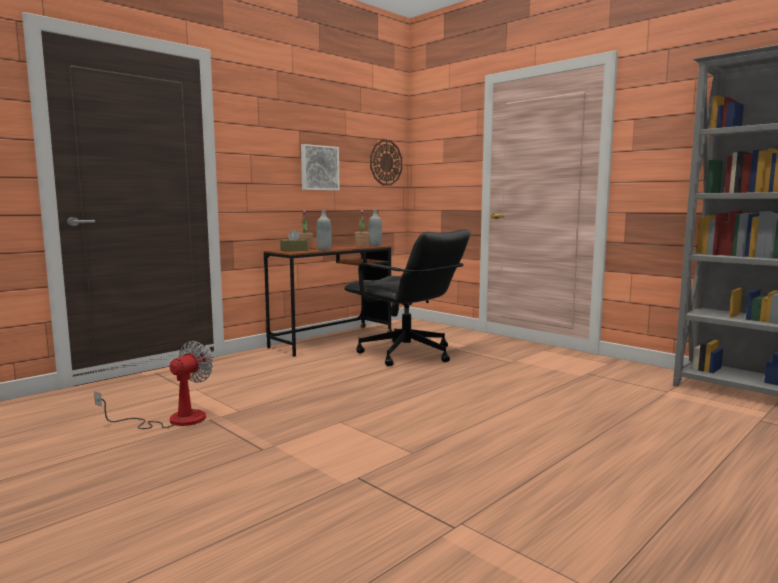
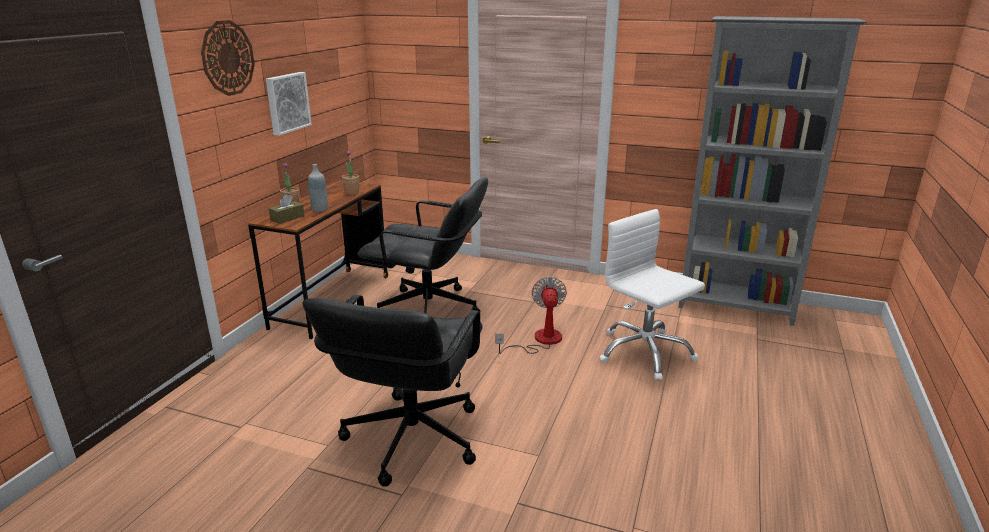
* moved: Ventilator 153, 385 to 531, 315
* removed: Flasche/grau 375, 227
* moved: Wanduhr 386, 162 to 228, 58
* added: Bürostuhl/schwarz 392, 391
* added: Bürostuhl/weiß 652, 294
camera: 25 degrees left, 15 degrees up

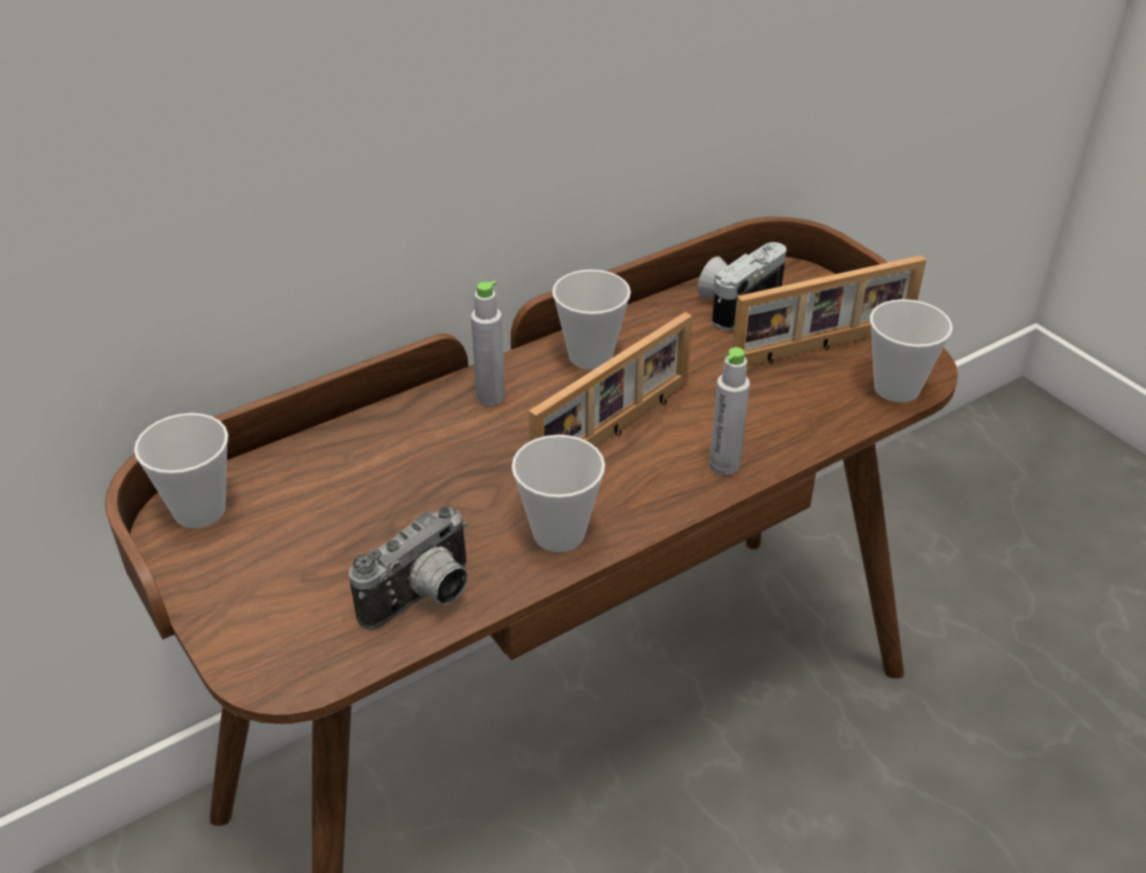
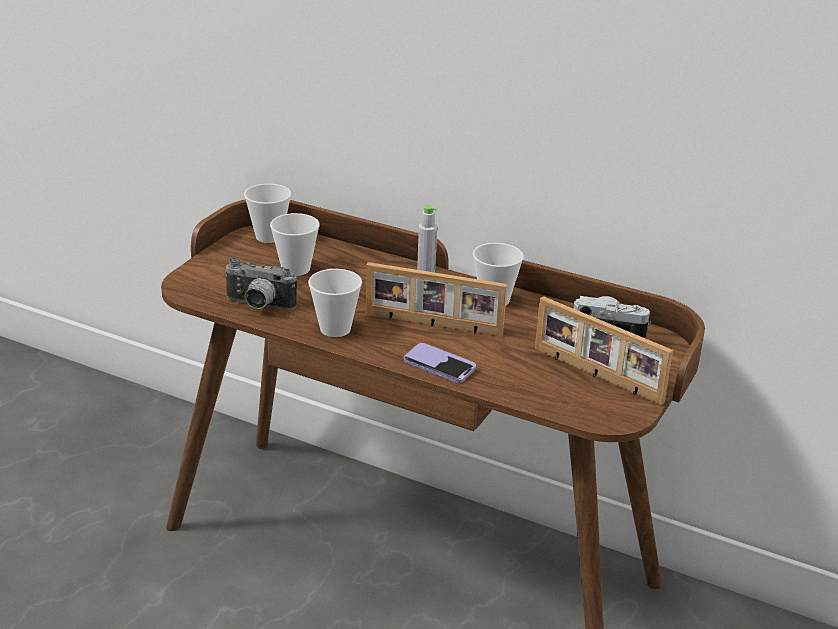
* replaced: Flasche/grau 729, 411 to Handy 440, 363
* moved: Tasse 911, 351 to 295, 244
camera: 60 degrees right, 10 degrees down

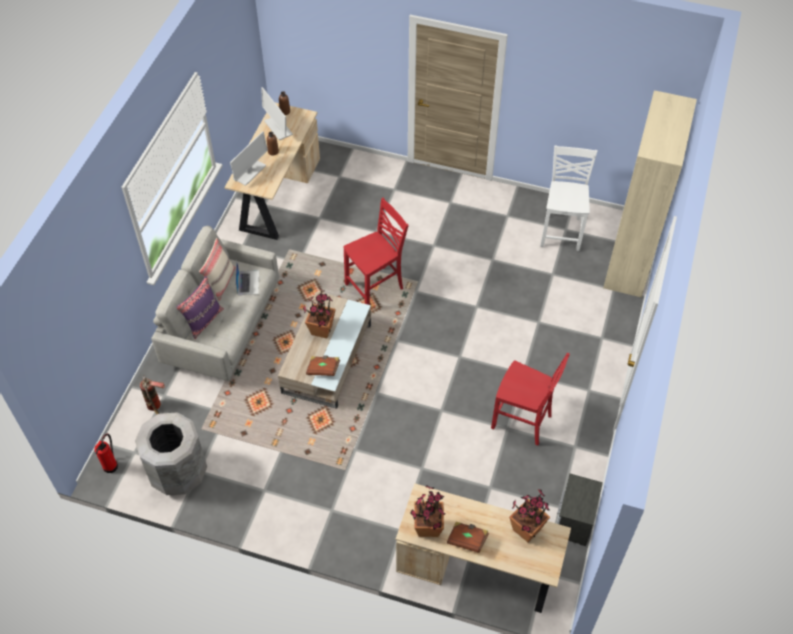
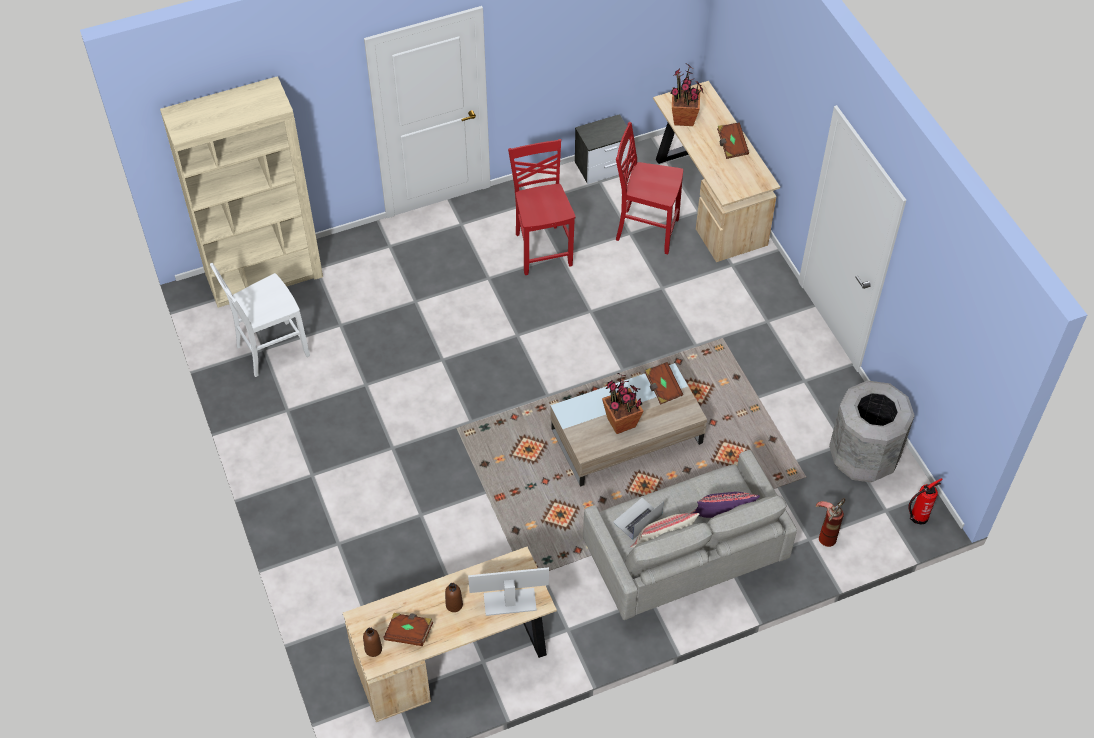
* replaced: Monitor 277, 113 to Buch/braun 408, 629
* moved: Stuhl/rot 376, 251 to 649, 188
* removed: Topfpflanze 427, 511
camera: 130 degrees left, 0 degrees up

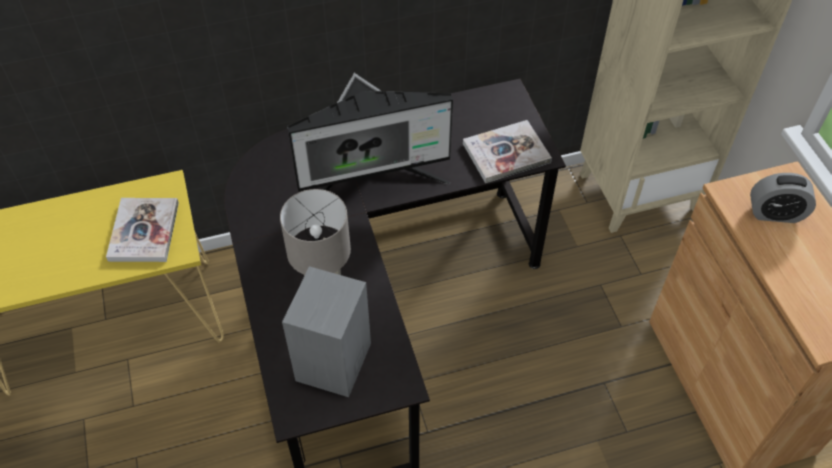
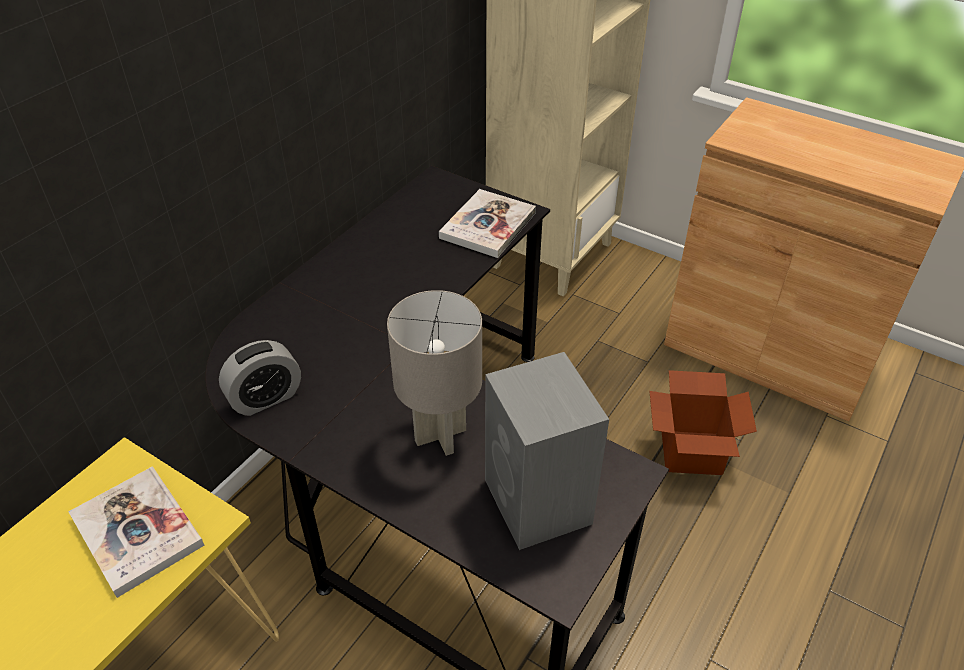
* removed: Monitor 370, 132
* moved: Wecker 783, 198 to 260, 378
* added: Karton 703, 422
camera: 40 degrees left, 10 degrees down

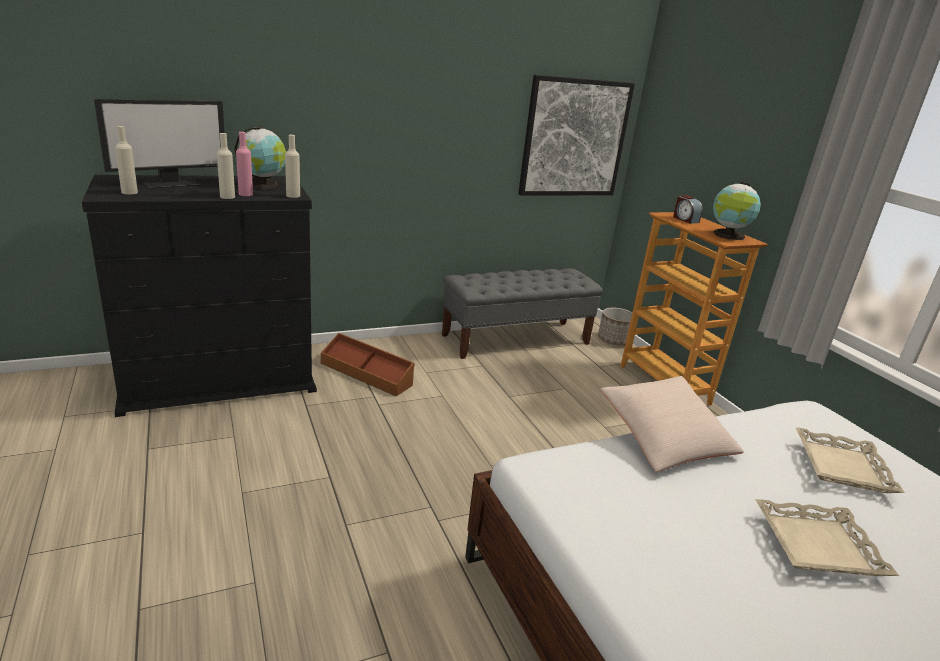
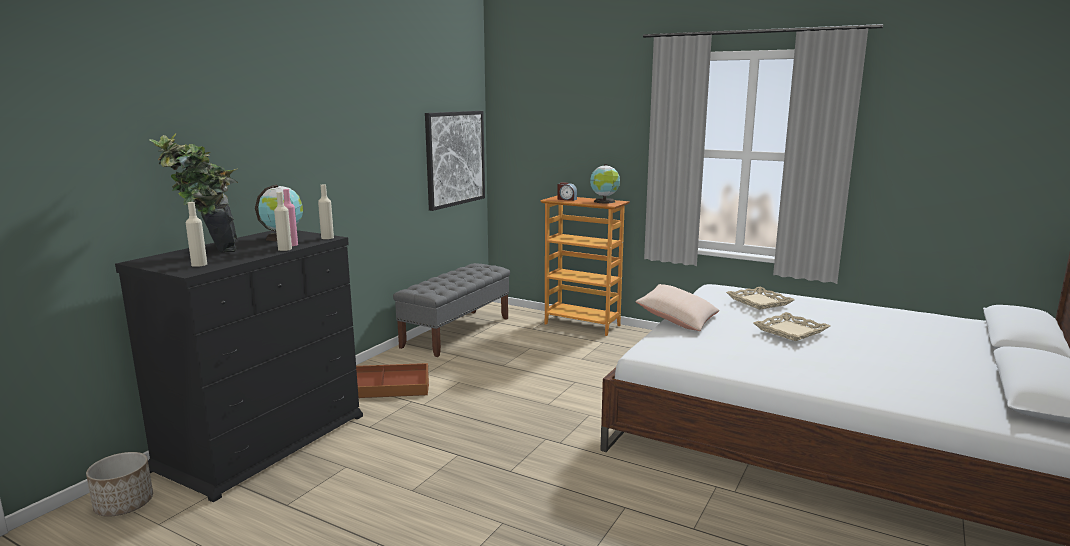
* replaced: Monitor 159, 144 to Topfpflanze 193, 192
* moved: Pflanzkübel 615, 326 to 119, 484
camera: 35 degrees left, 10 degrees down

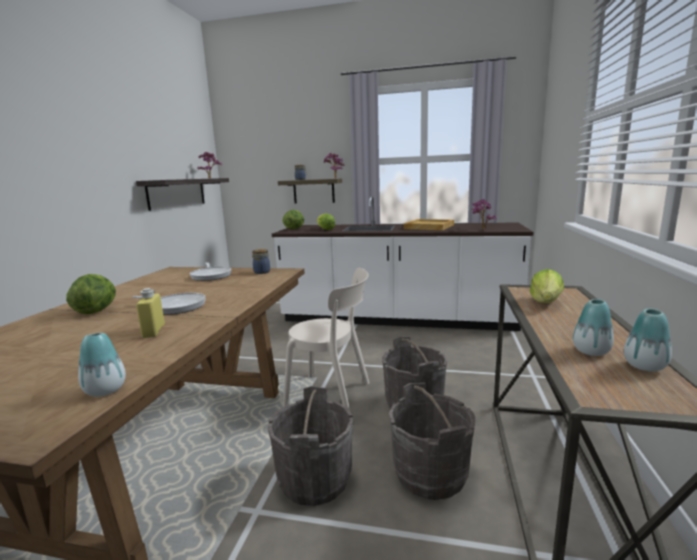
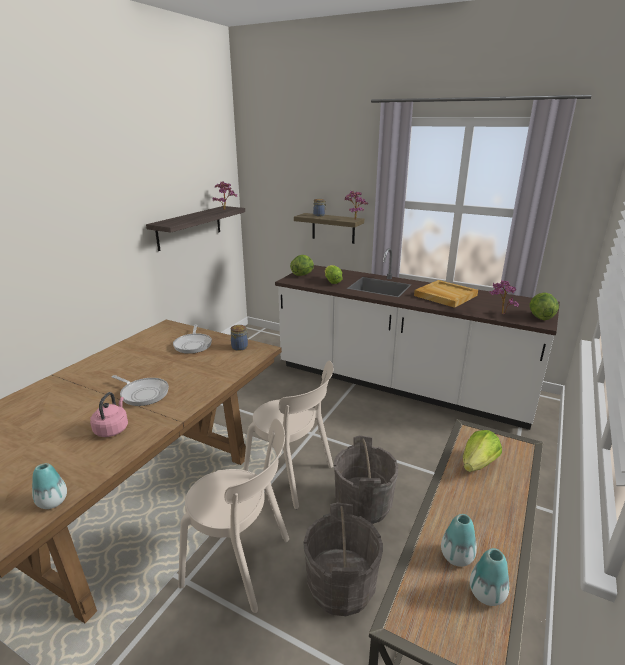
* moved: Salatkopf 91, 294 to 544, 306
* replaced: Flasche/gelb 150, 313 to Wasserkessel/rosa 109, 414
* replaced: Eimer/grau 310, 446 to Stuhl/beige 233, 515
camera: 15 degrees right, 10 degrees up

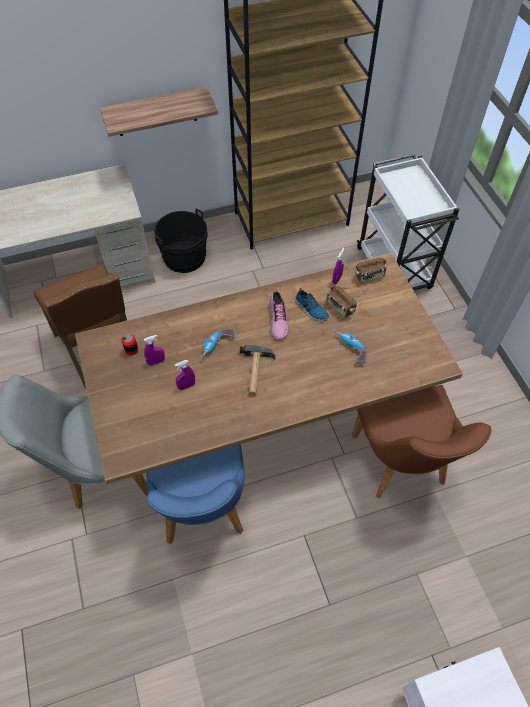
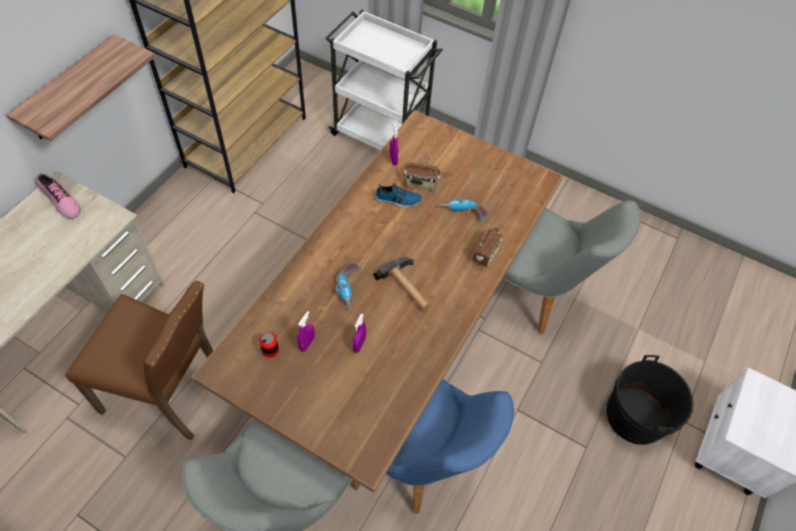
* moved: Eimer/schwarz 181, 240 to 650, 400
* moved: Schuh 279, 315 to 59, 196
* recoloured: Stuhl/braun 421, 442 to Stuhl/grau 572, 267
* moved: Radio 370, 267 to 487, 246
camera: 45 degrees left, 0 degrees up

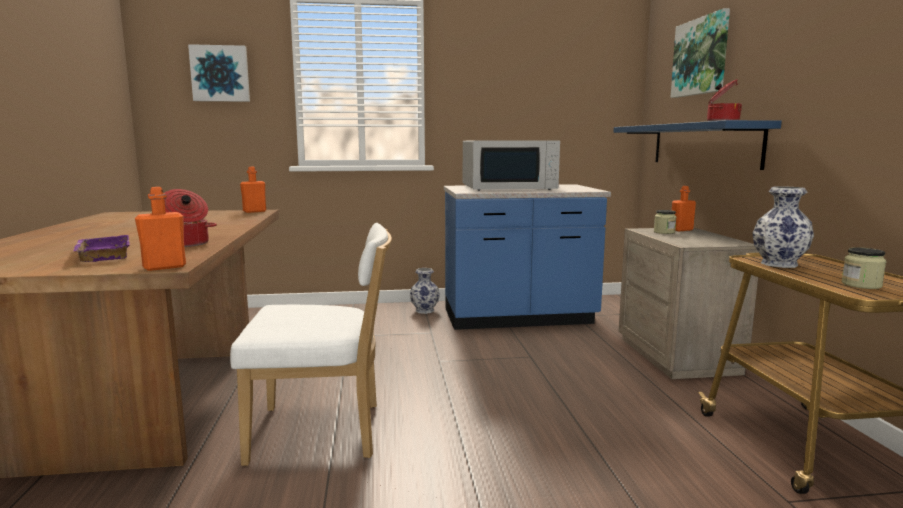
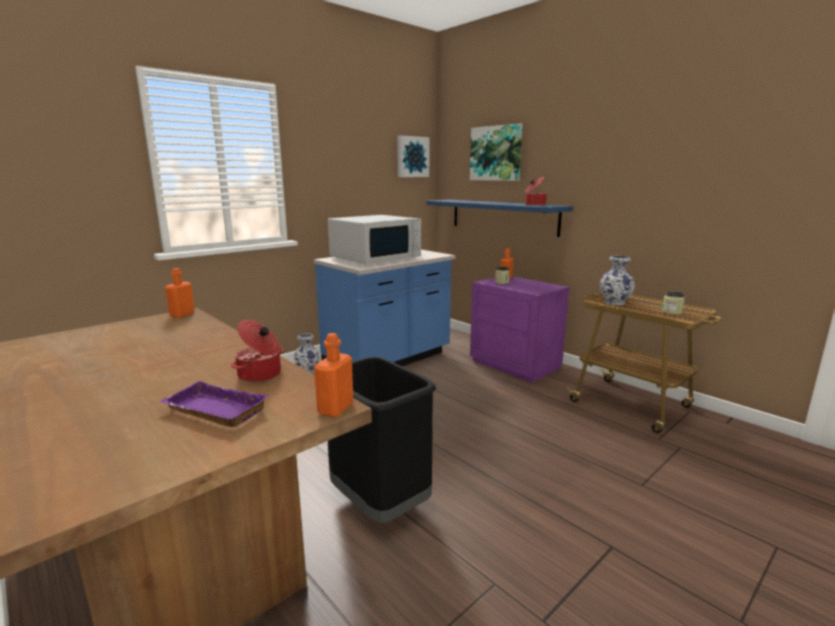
* moved: Bild 219, 73 to 413, 156
* replaced: Stuhl/weiß 311, 344 to Mülleimer/schwarz 382, 439
* recoloured: Nachttisch/beige 689, 303 to Nachttisch/lila 520, 329
camera: 35 degrees left, 5 degrees up

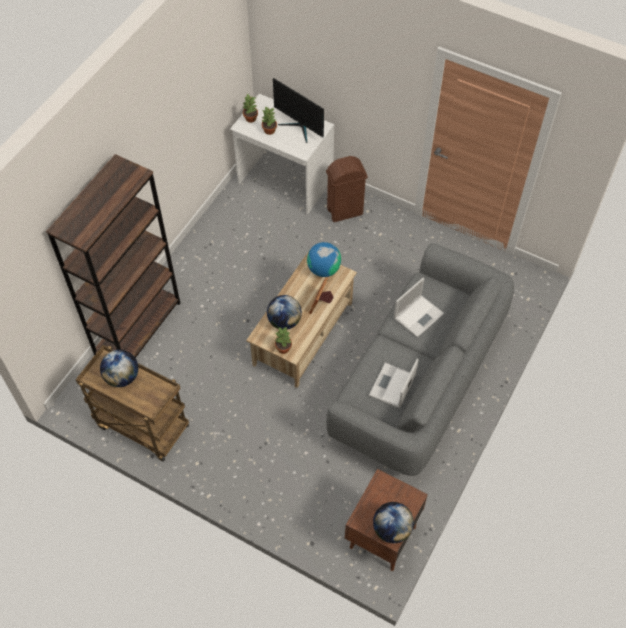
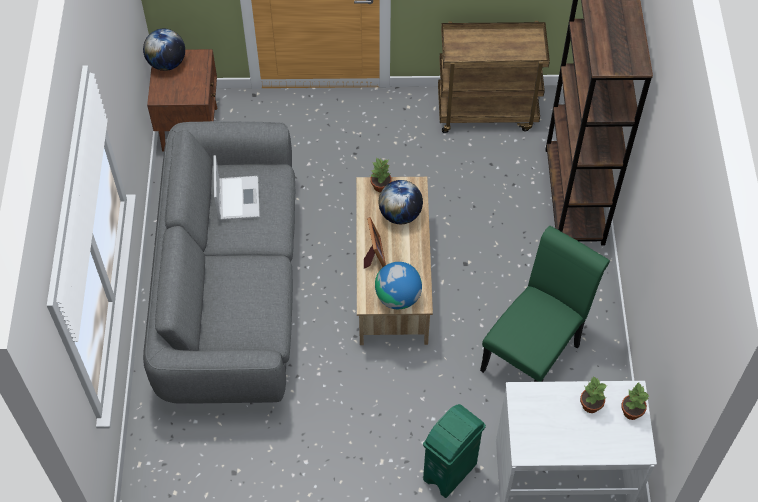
* removed: Globus 119, 368
* removed: Monitor 298, 110
* recoloured: Mülleimer/braun 347, 189 to Mülleimer/grün 454, 451
* removed: Laptop 419, 307
* added: Stuhl/grün 545, 304
camera: 150 degrees right, 0 degrees up

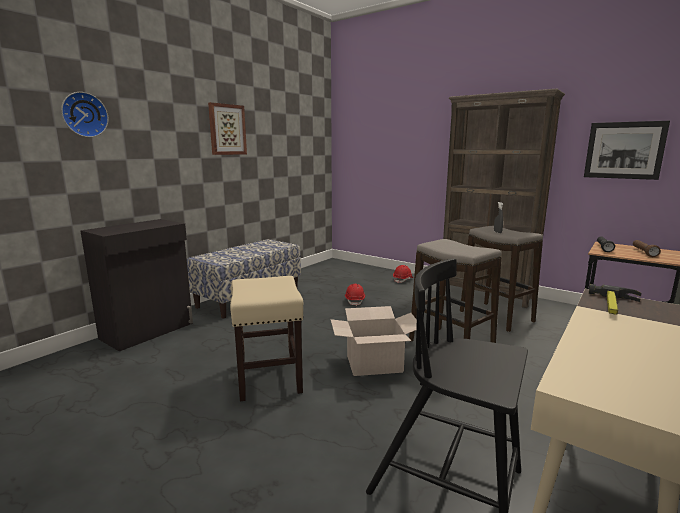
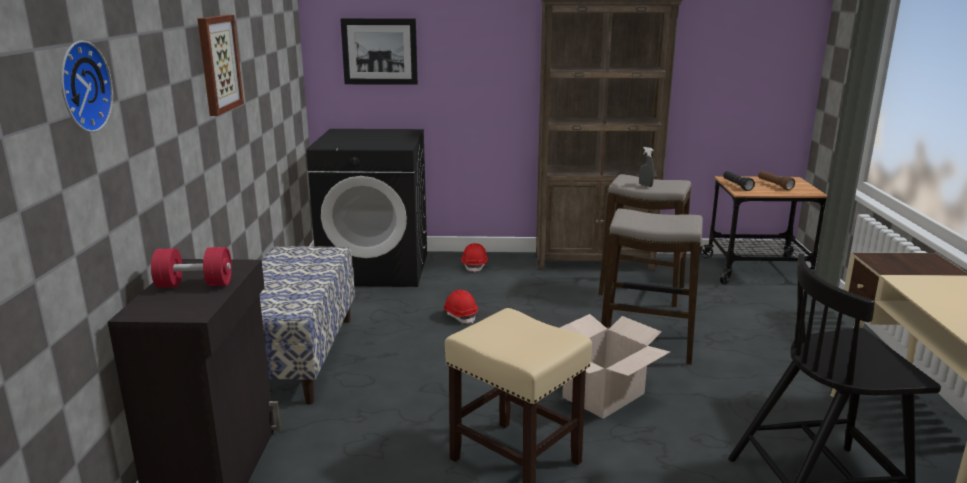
* moved: Bild 627, 150 to 379, 51
* removed: Hammer 615, 299
* added: Hantel/rot 191, 267
* added: Waschmaschine/schwarz 366, 208
camera: 35 degrees left, 5 degrees up

